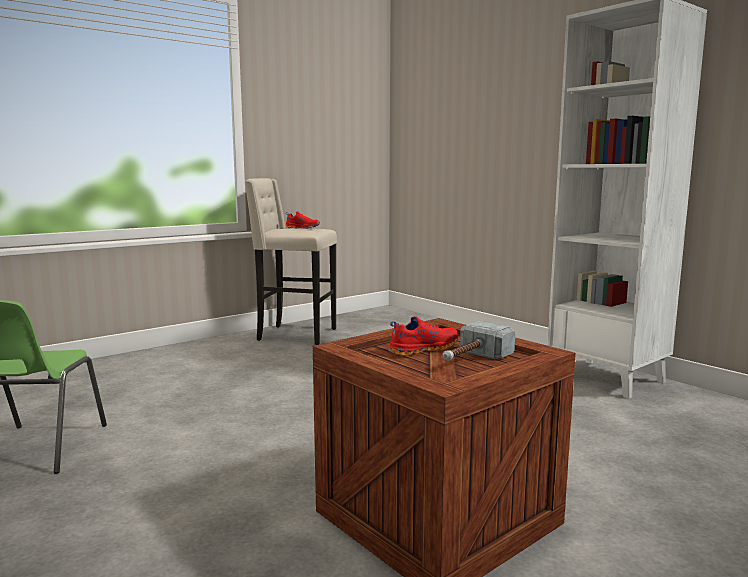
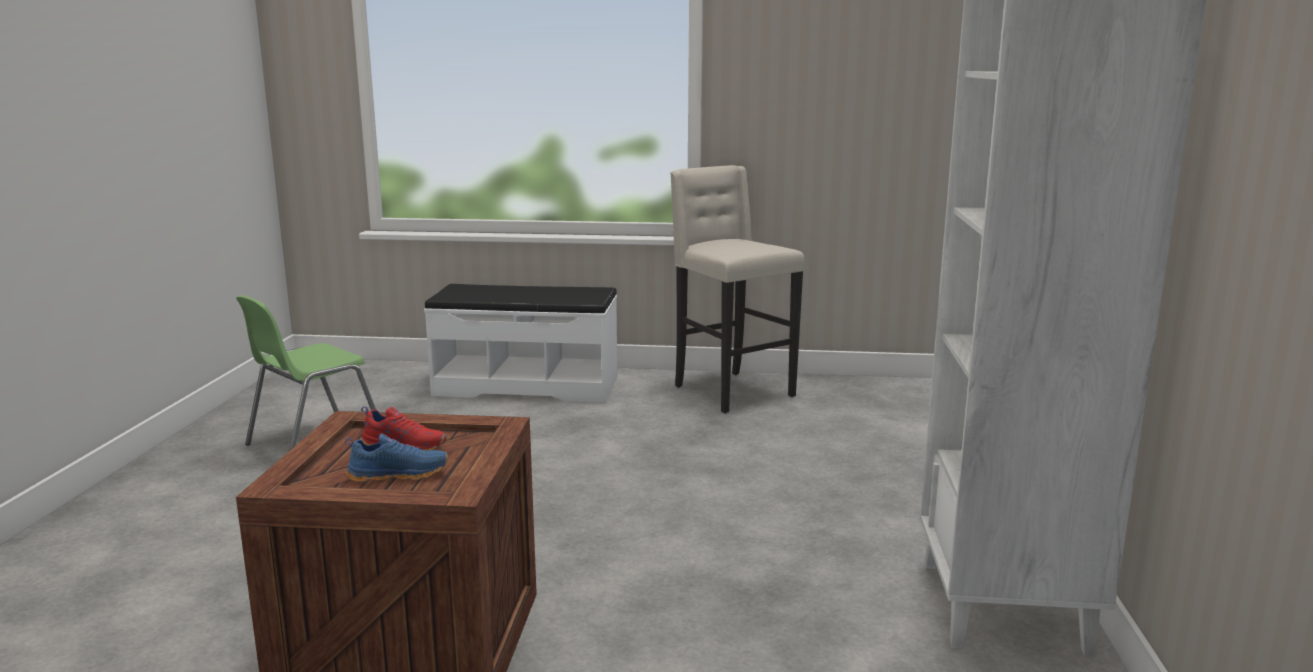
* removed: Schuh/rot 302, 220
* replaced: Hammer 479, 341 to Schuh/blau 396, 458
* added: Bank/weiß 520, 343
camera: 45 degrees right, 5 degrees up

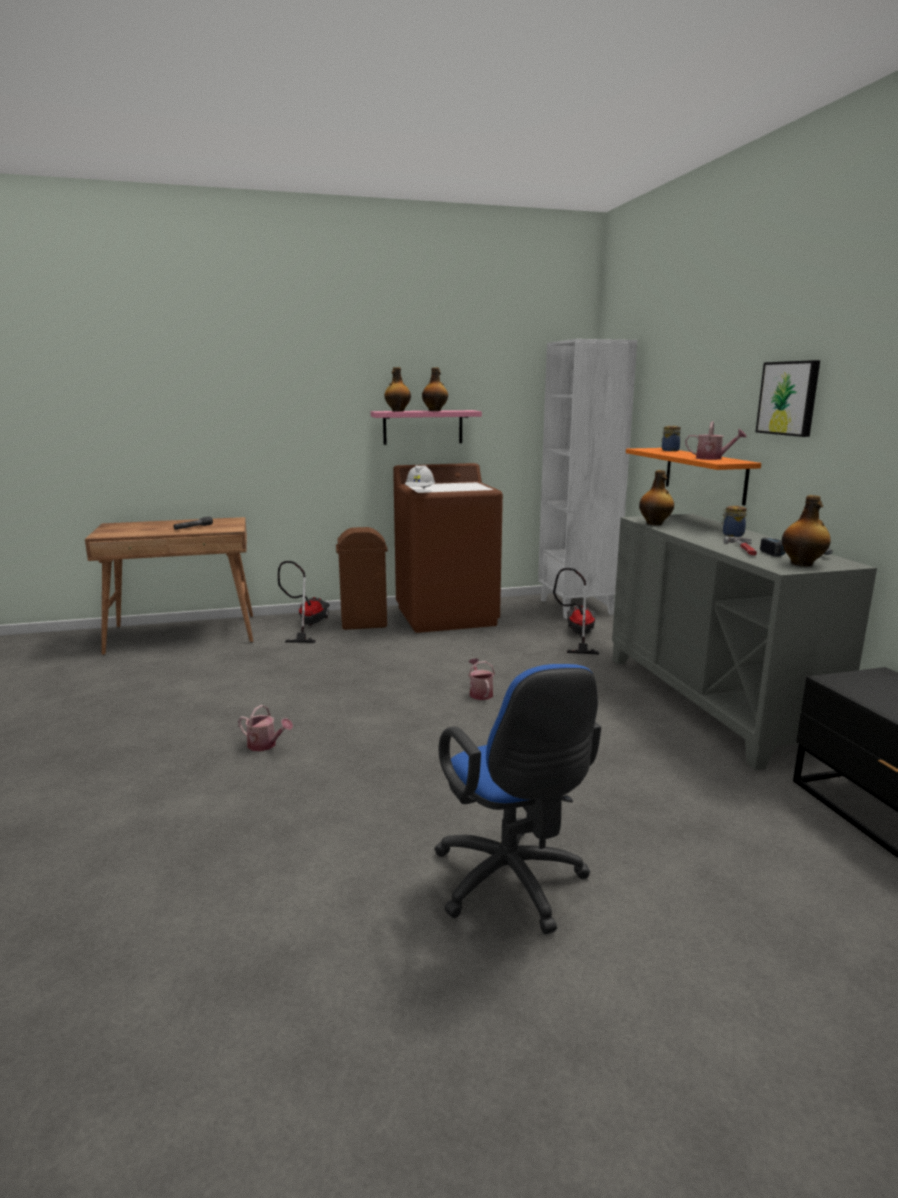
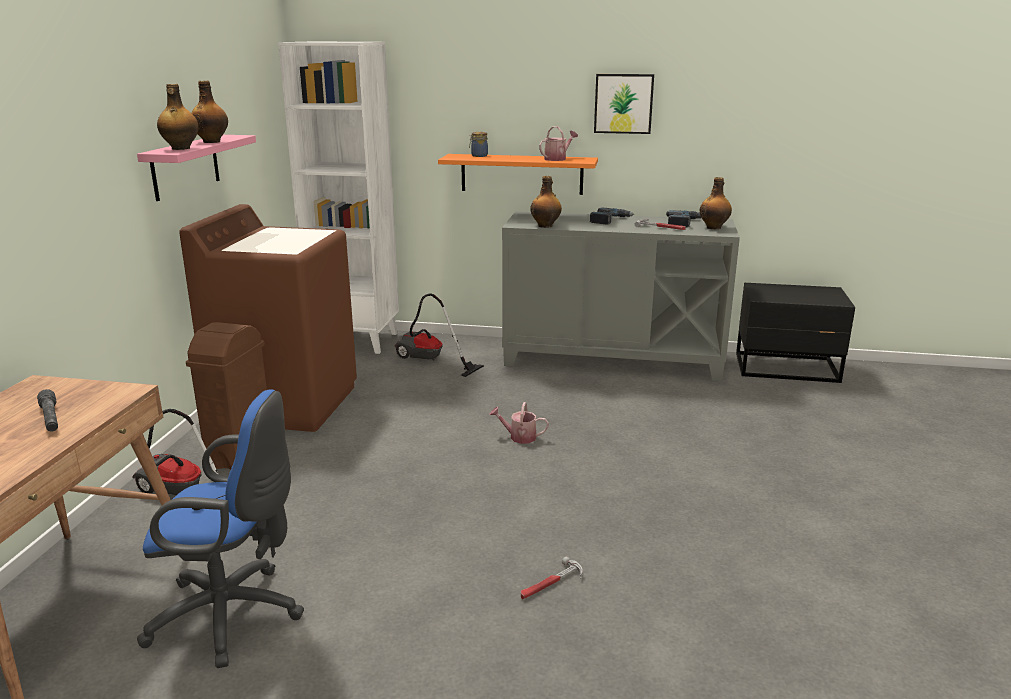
* replaced: Gießkanne 265, 728 to Hammer 552, 577
* removed: Schutzhelm/weiß 420, 477
* moved: Bürostuhl/blau 517, 799 to 220, 529
* replaced: Vorratsglas 734, 521 to Bohrmaschine 612, 216
camera: 65 degrees left, 5 degrees up

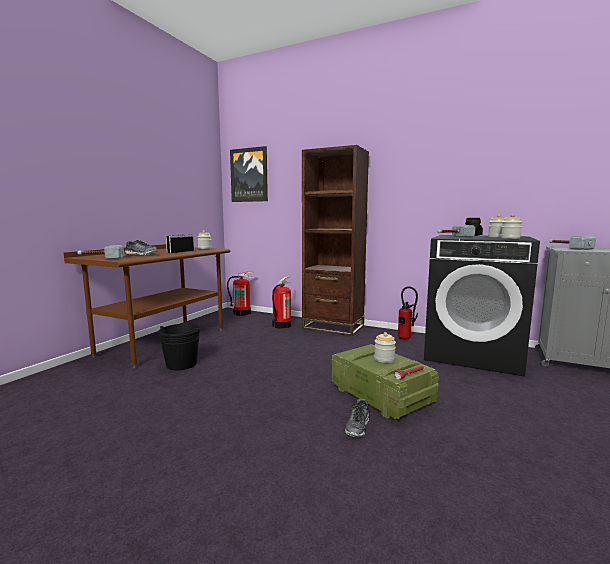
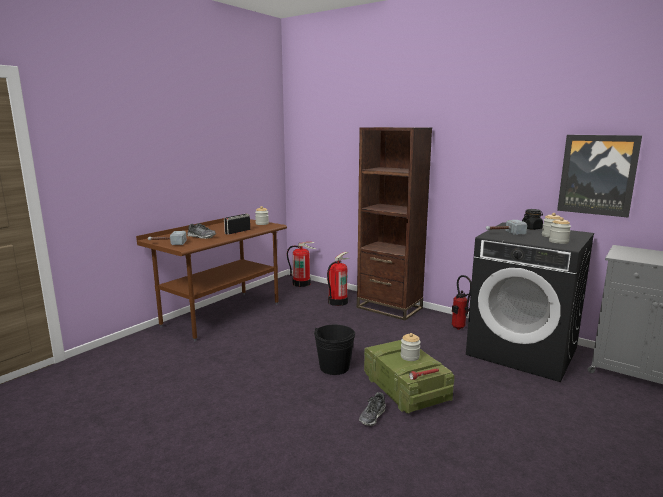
* moved: Eimer/schwarz 179, 347 to 334, 350
* moved: Bild 249, 174 to 599, 176
* removed: Hammer 572, 243
camera: 10 degrees right, 5 degrees up

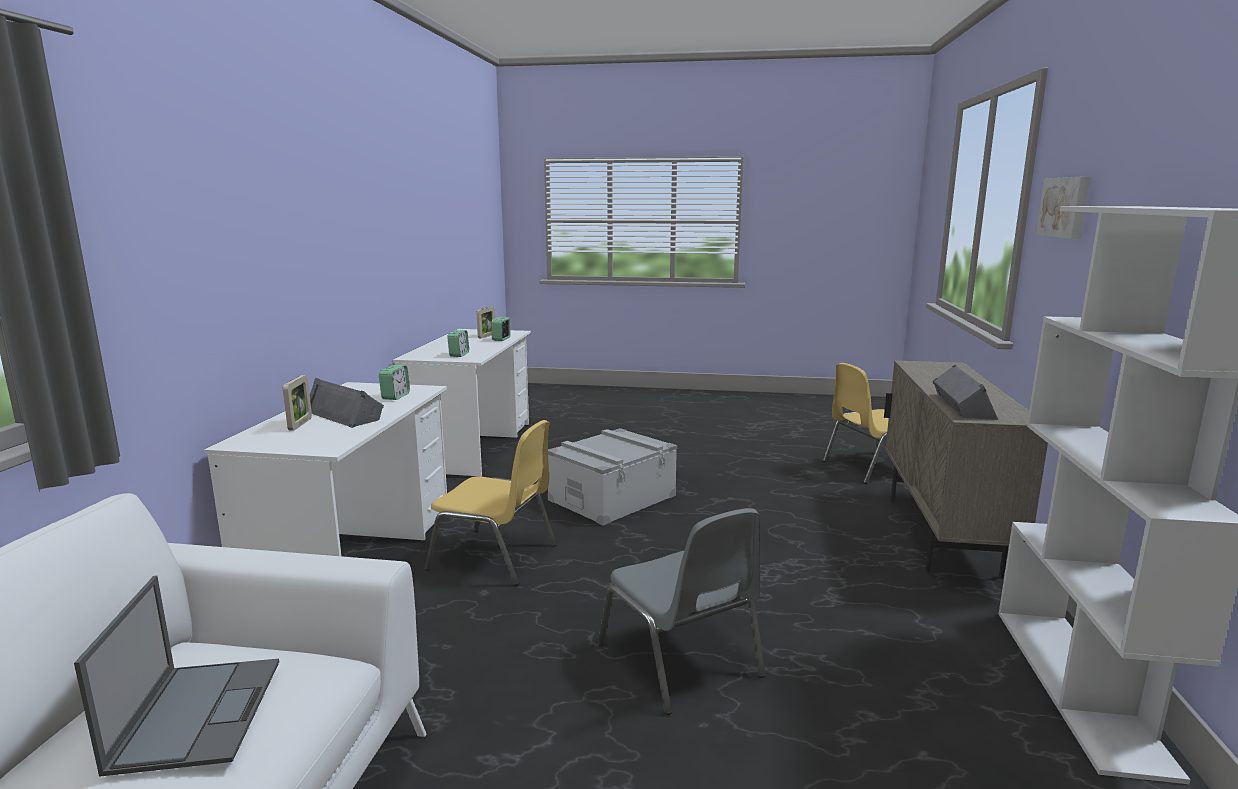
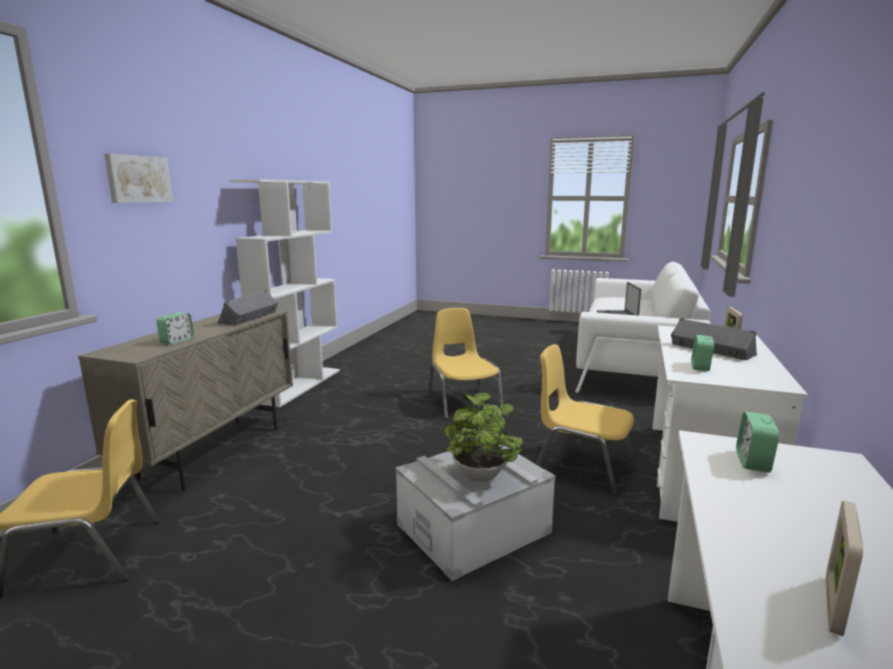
* moved: Wecker 501, 329 to 175, 328
* recoloured: Stuhl/grau 681, 611 to Stuhl/gelb 465, 363
* added: Topfpflanze 484, 437
camera: 170 degrees left, 0 degrees up

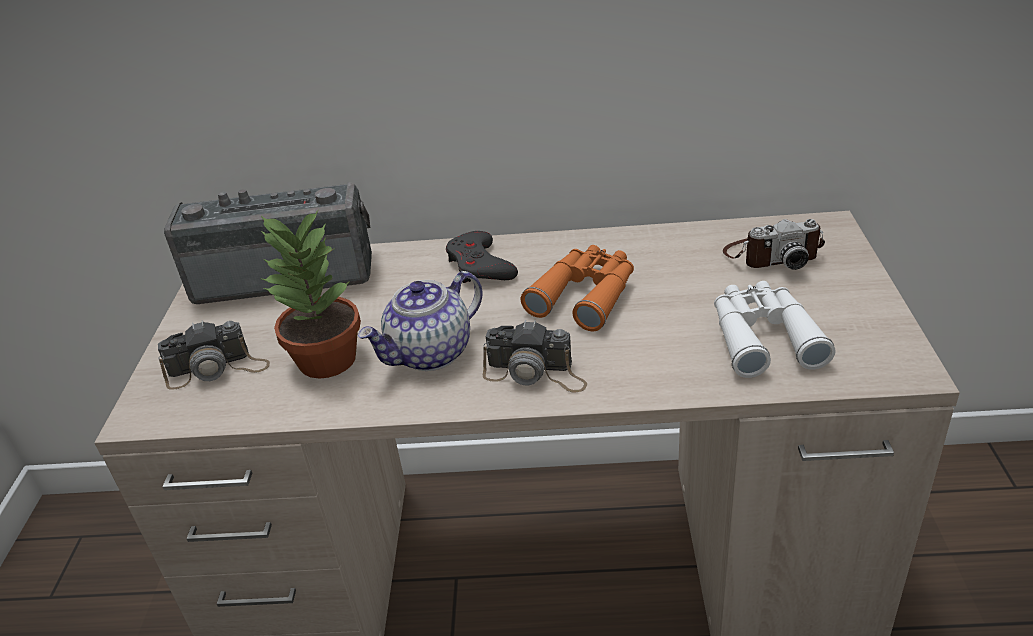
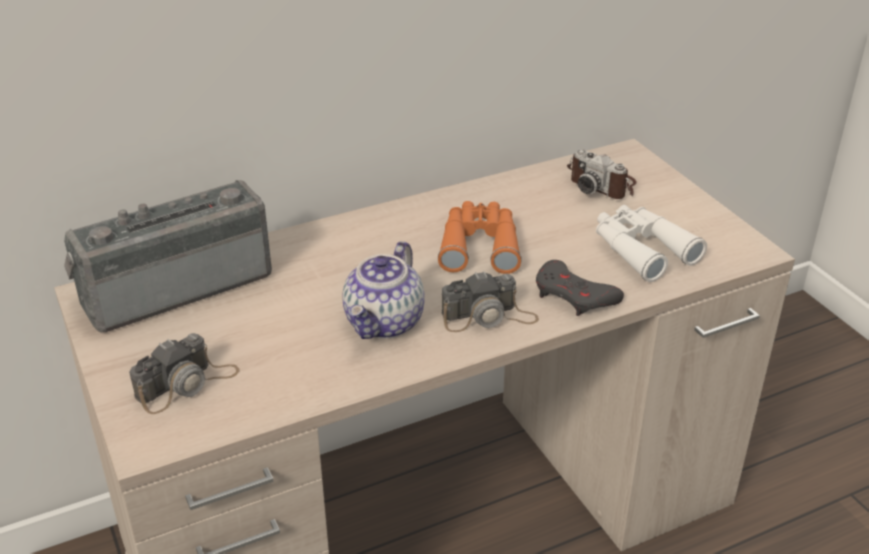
* removed: Topfpflanze 311, 294
* moved: Gamepad/grau 482, 257 to 580, 288
* turned: Kamera 774, 244 = 602, 174 75 degrees clockwise
camera: 30 degrees left, 0 degrees up

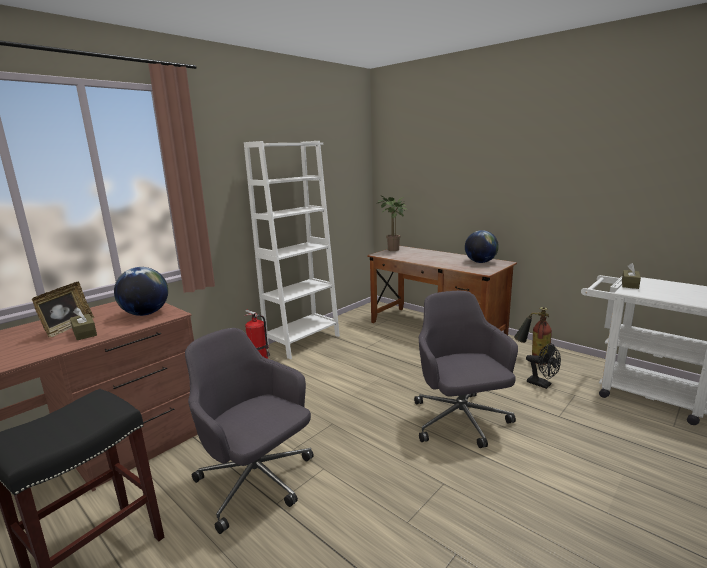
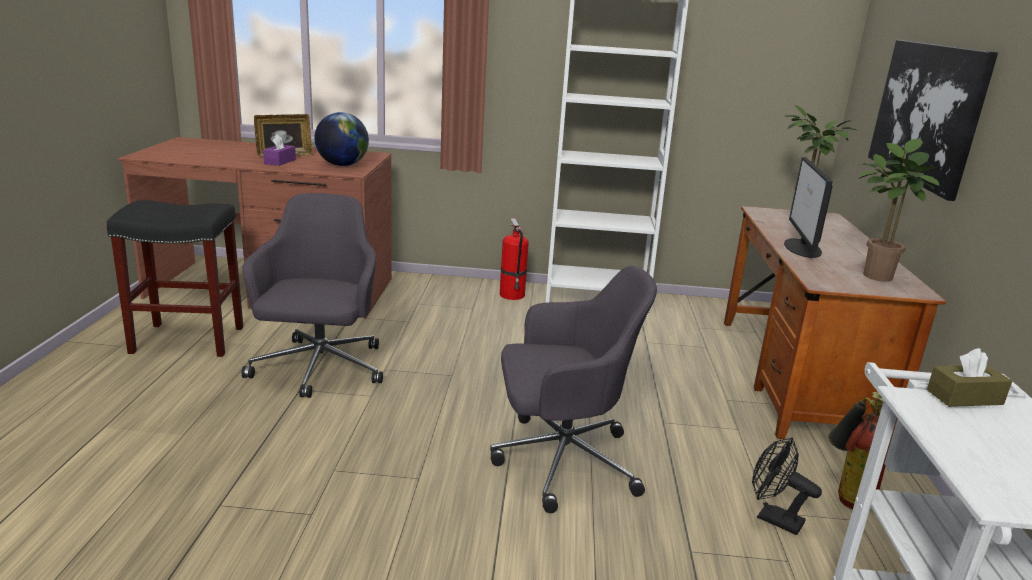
* recoloured: Taschentuchbox/braun 83, 323 to Taschentuchbox/lila 279, 150
* turned: Bürostuhl/grau 466, 369 = 573, 389 45 degrees clockwise
* replaced: Globus 482, 246 to Topfpflanze 899, 210
* turned: Ventilator/schwarz 543, 366 = 787, 486 120 degrees clockwise
* added: Monitor 808, 207
* added: Bild 933, 120
camera: 50 degrees right, 5 degrees up

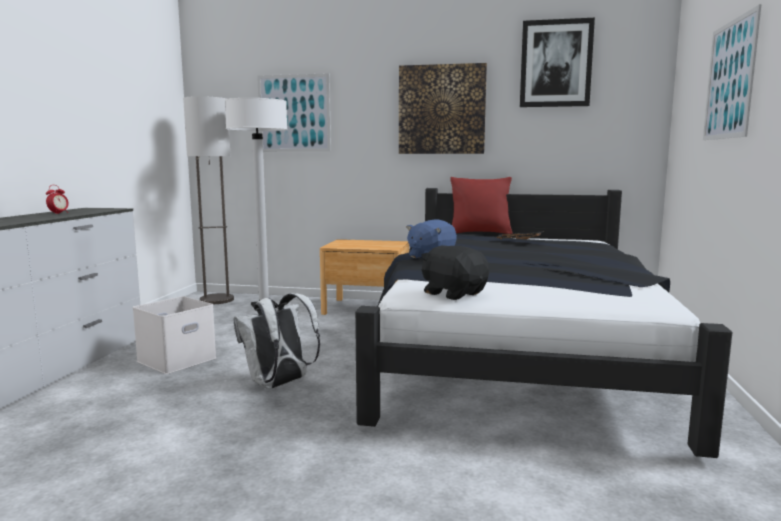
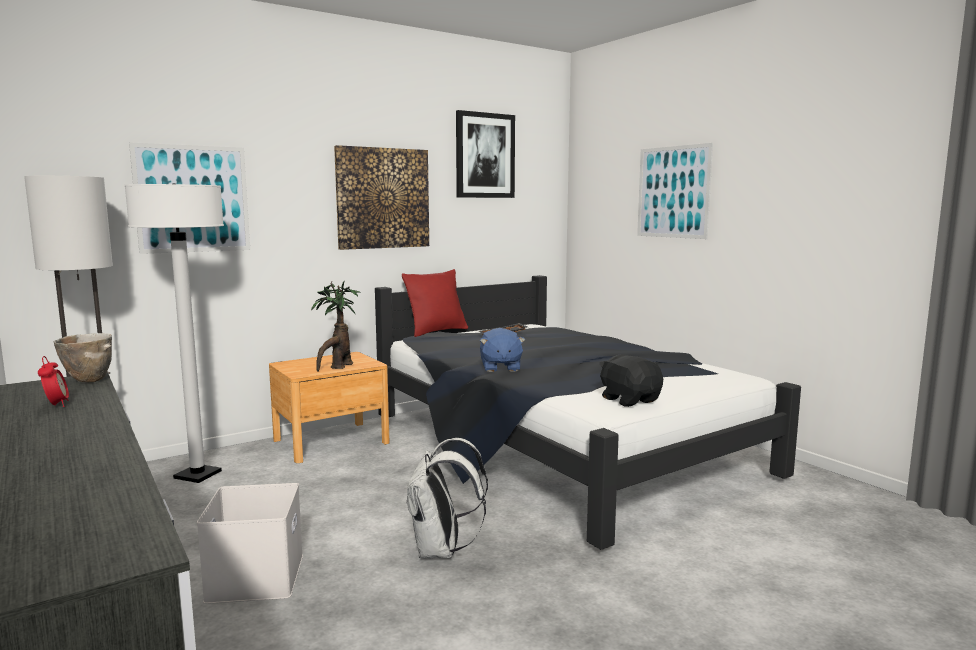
* turned: Plüschtier/schwarz 455, 272 = 631, 380 60 degrees clockwise
* added: Schüssel 83, 357
* added: Topfpflanze 336, 326
camera: 45 degrees left, 0 degrees up

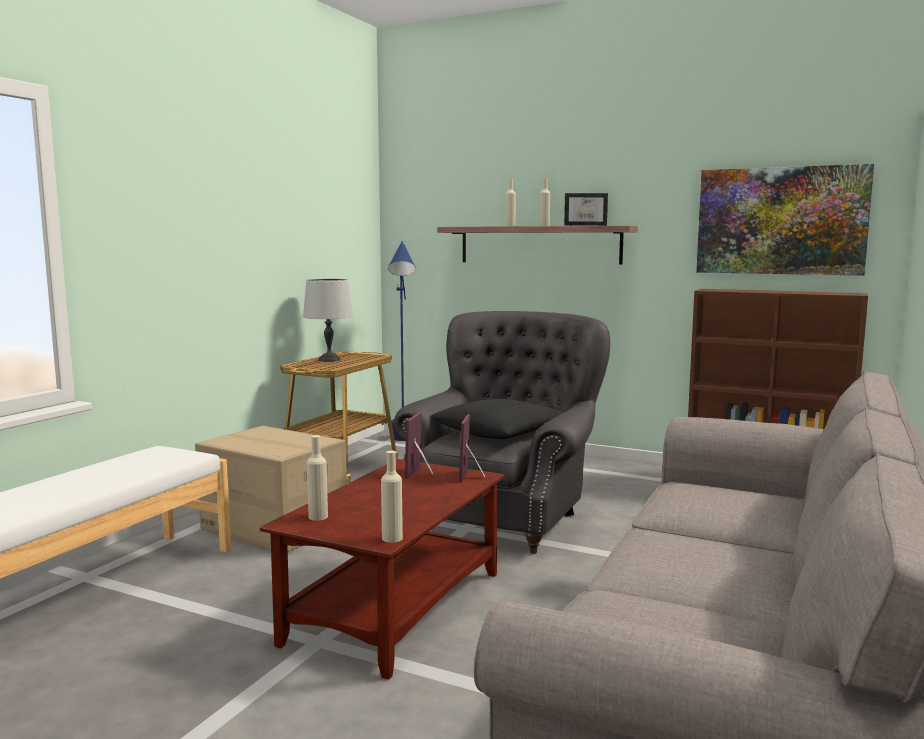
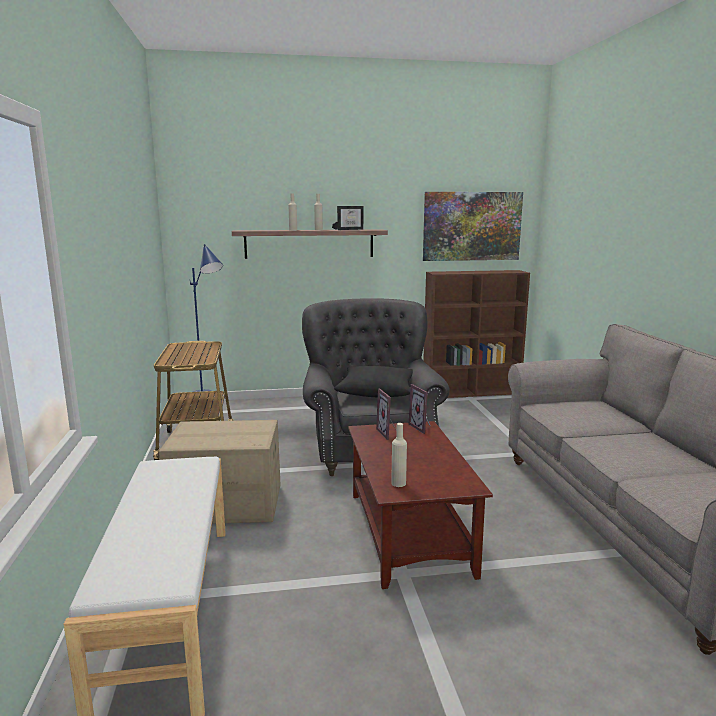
* removed: Tischlampe/grau 328, 320
* removed: Flasche/beige 392, 497
camera: 35 degrees left, 5 degrees up

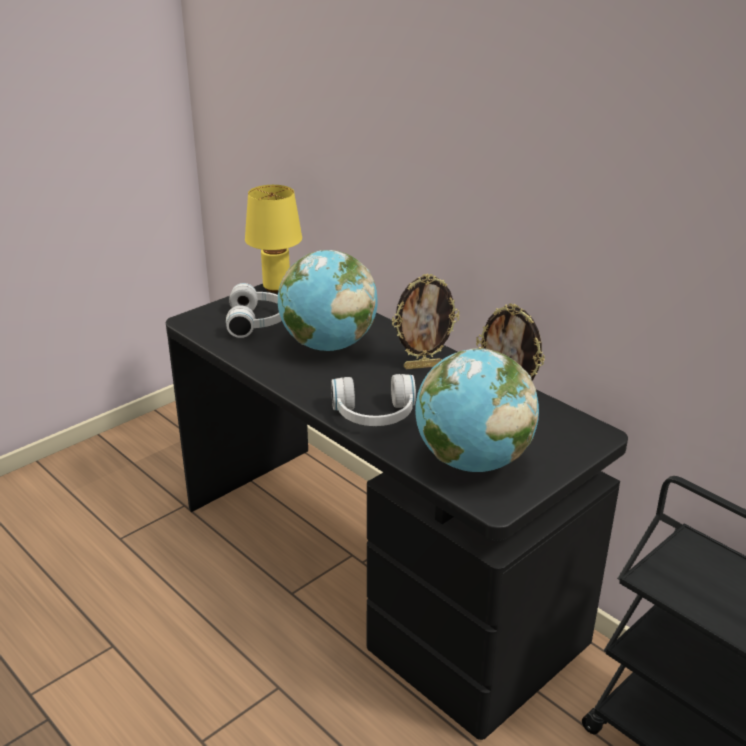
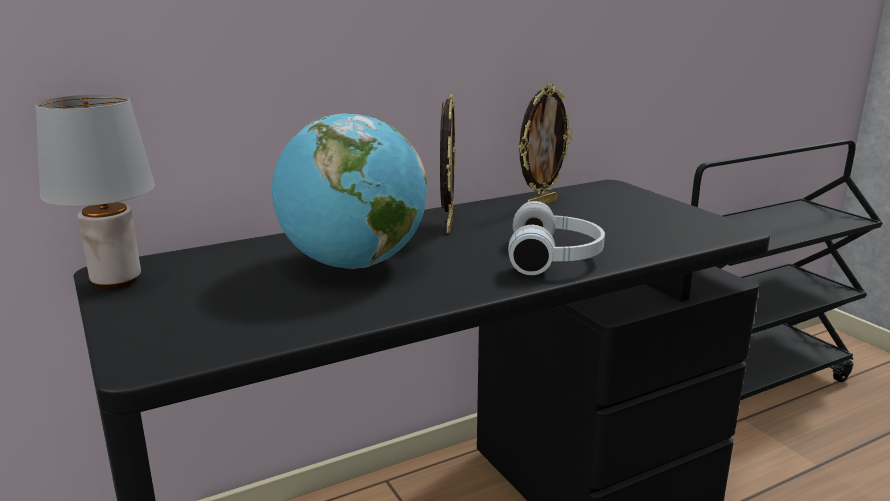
* removed: Kopfhörer/weiß 254, 310
* recoloured: Tischlampe/gelb 273, 239 to Tischlampe/grau 95, 191
* removed: Globus 477, 410
camera: 75 degrees left, 10 degrees down

